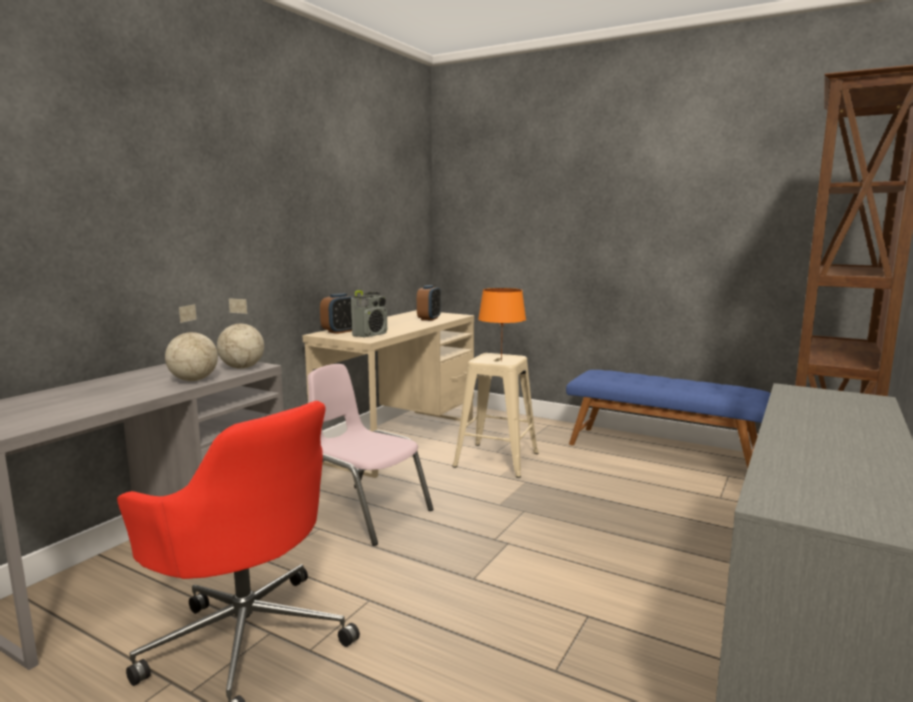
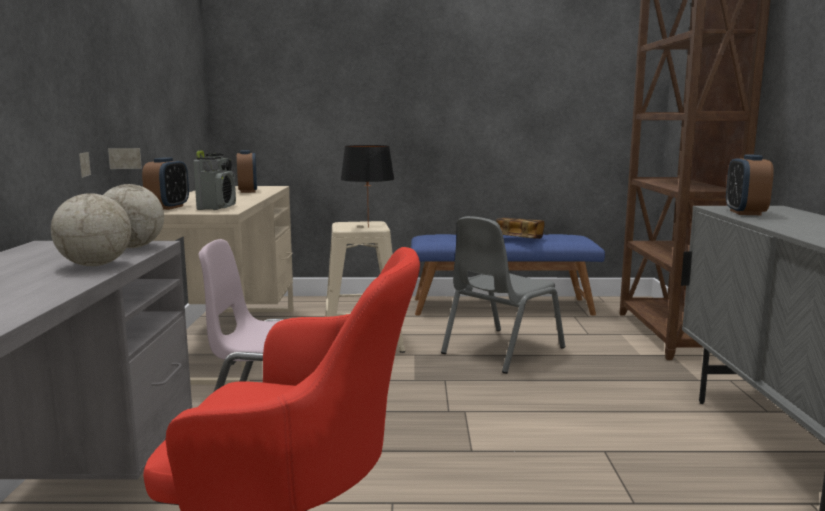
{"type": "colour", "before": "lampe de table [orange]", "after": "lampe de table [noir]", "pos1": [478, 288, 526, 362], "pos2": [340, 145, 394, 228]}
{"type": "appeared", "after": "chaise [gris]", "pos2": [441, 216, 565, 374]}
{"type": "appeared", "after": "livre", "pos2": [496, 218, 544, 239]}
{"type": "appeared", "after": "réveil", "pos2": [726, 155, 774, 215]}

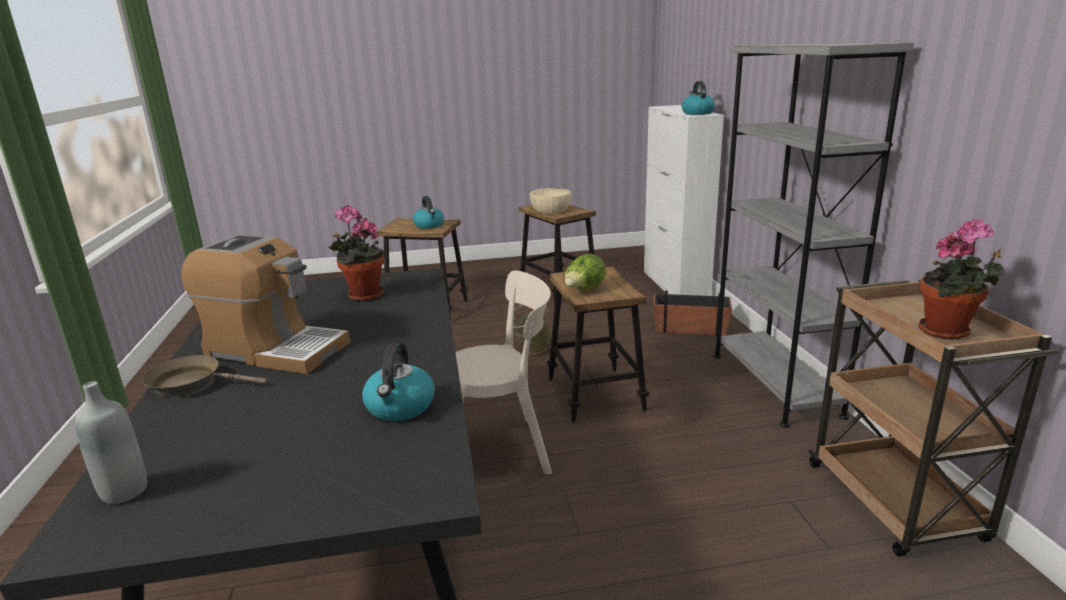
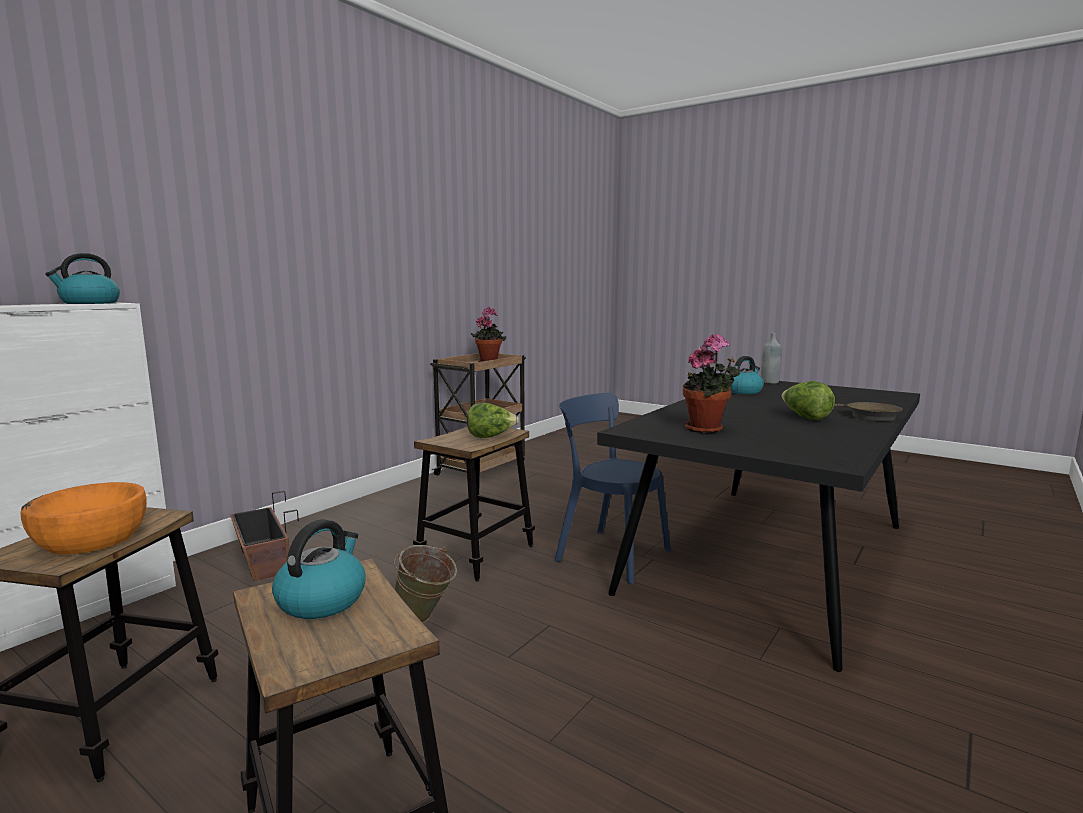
{"type": "relocated", "before": "bouteille [gris]", "pos1": [75, 381, 147, 504], "pos2": [761, 333, 782, 384]}
{"type": "exchanged", "before": "machine à café", "after": "laitue", "pos1": [182, 234, 350, 374], "pos2": [781, 381, 835, 420]}
{"type": "colour", "before": "chaise [beige]", "after": "chaise [bleu]", "pos1": [455, 271, 552, 474], "pos2": [554, 393, 671, 584]}
{"type": "colour", "before": "bol [beige]", "after": "bol [orange]", "pos1": [530, 188, 572, 214], "pos2": [21, 482, 147, 554]}
{"type": "missing", "before": "bibliothèque [gris]", "pos1": [713, 43, 914, 428]}

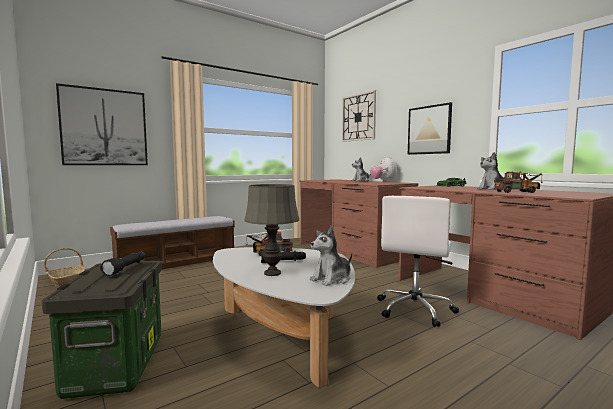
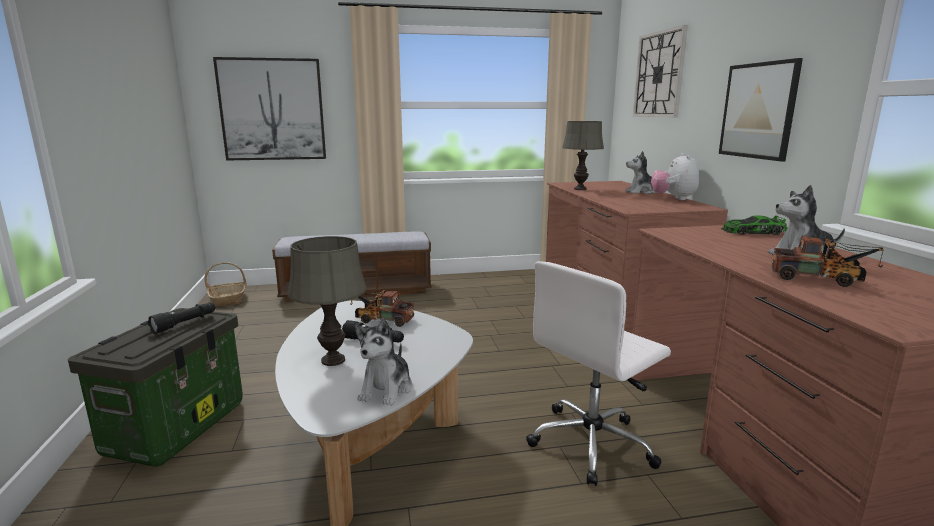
{"type": "spun", "before": "peluche", "pos1": [310, 225, 352, 286], "pos2": [355, 318, 412, 406], "turn": -60}
{"type": "appeared", "after": "lampe de table [gris]", "pos2": [562, 121, 604, 190]}

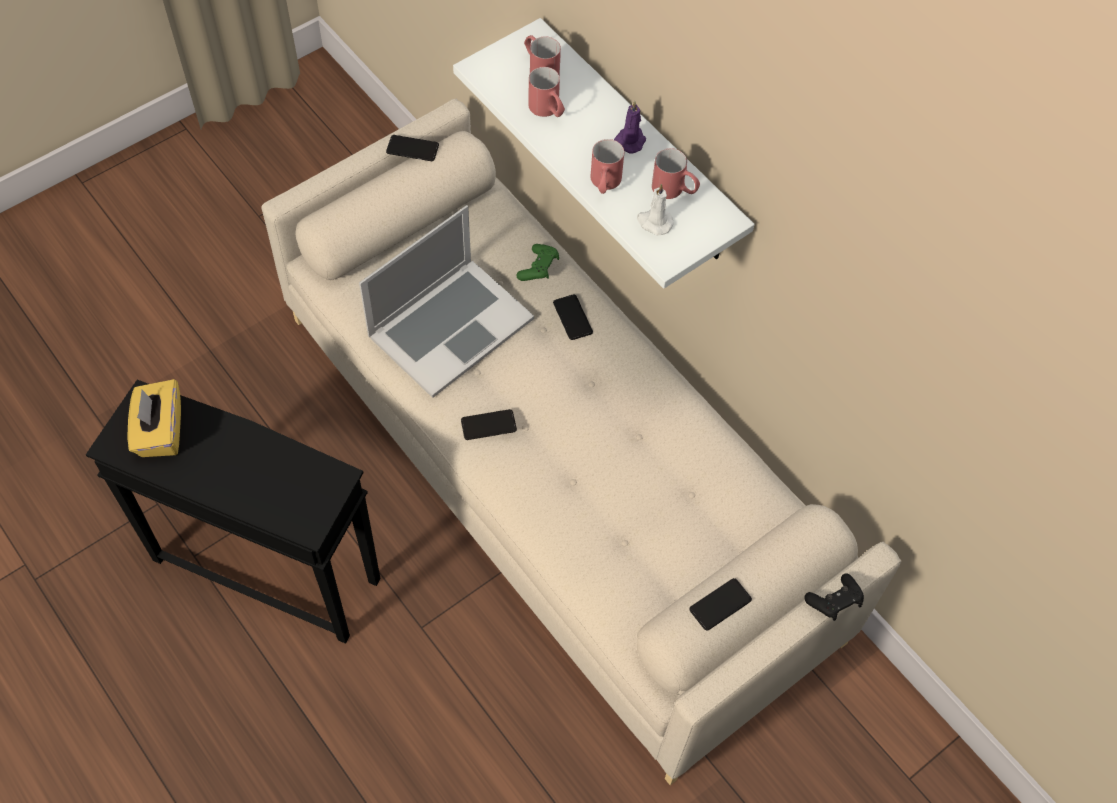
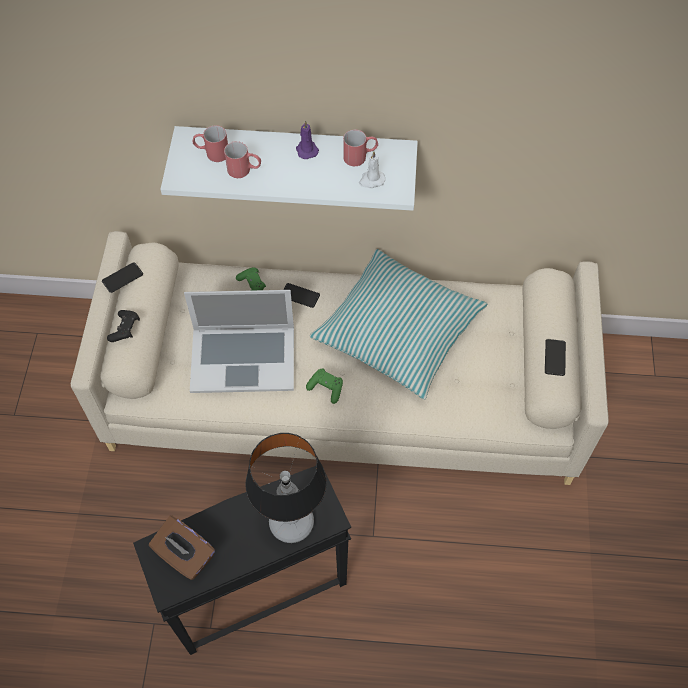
{"type": "colour", "before": "boîte à mouchoirs [jaune]", "after": "boîte à mouchoirs [marron]", "pos1": [128, 379, 181, 457], "pos2": [149, 515, 215, 580]}
{"type": "spun", "before": "ordinateur portable", "pos1": [359, 205, 534, 398], "pos2": [184, 290, 294, 393], "turn": 90}
{"type": "exchanged", "before": "téléphone", "after": "manette [vert]", "pos1": [461, 409, 517, 440], "pos2": [306, 368, 343, 404]}
{"type": "missing", "before": "mug [rouge]", "pos1": [590, 139, 624, 194]}
{"type": "relocated", "before": "manette [noir]", "pos1": [804, 573, 864, 621], "pos2": [107, 310, 140, 342]}
{"type": "appeared", "after": "lampe de table", "pos2": [245, 433, 327, 543]}
{"type": "appeared", "after": "coussin", "pos2": [310, 249, 487, 400]}

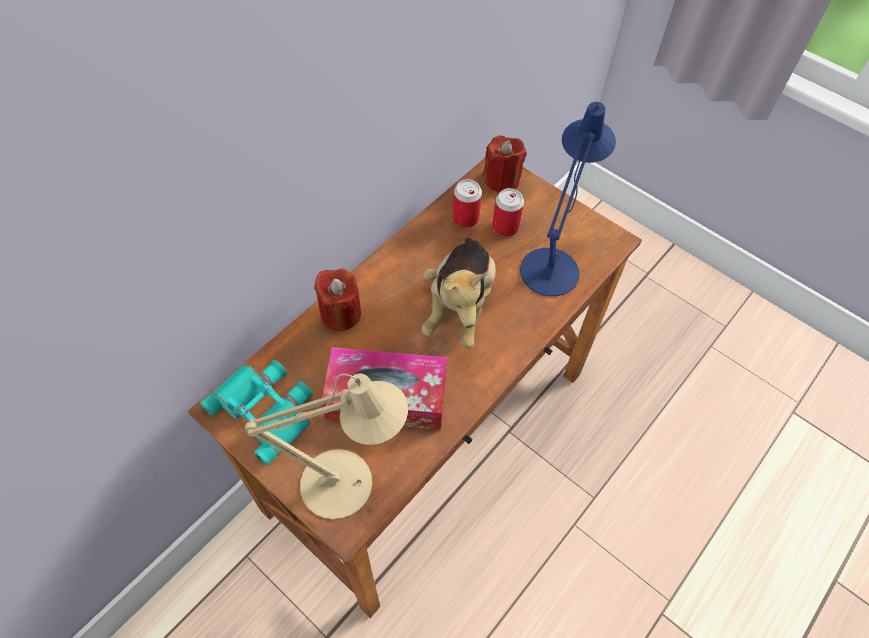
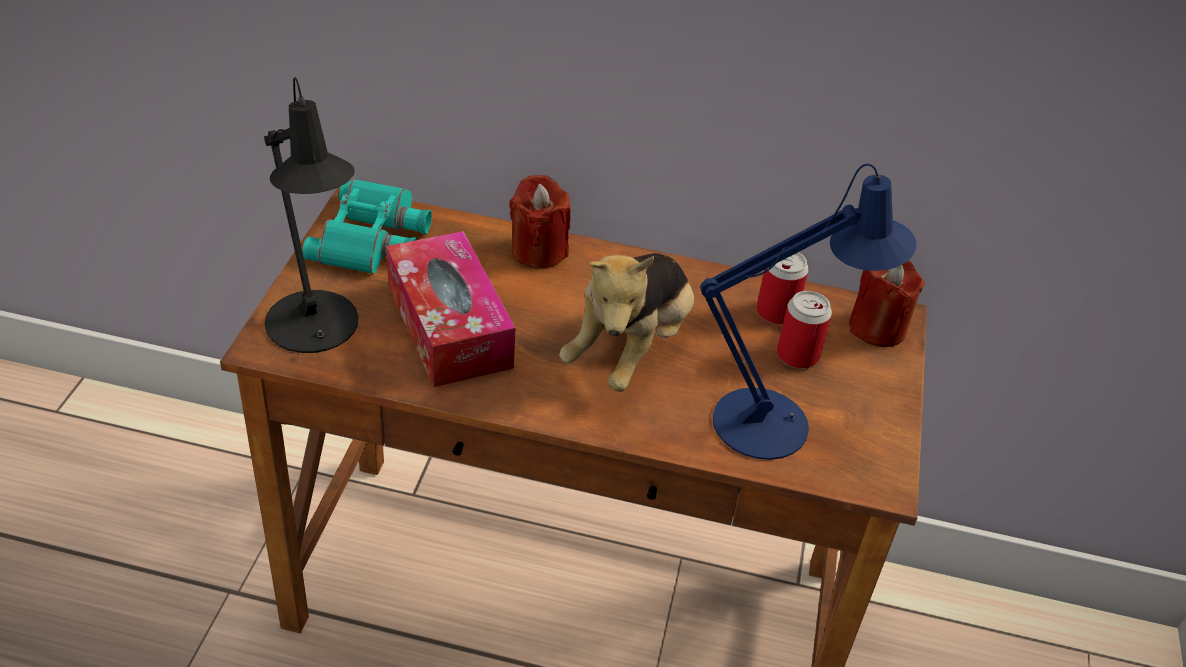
{"type": "colour", "before": "lampe de table [beige]", "after": "lampe de table [noir]", "pos1": [245, 373, 408, 519], "pos2": [264, 77, 359, 353]}
{"type": "spun", "before": "peluche", "pos1": [422, 238, 496, 349], "pos2": [559, 253, 694, 392], "turn": -45}

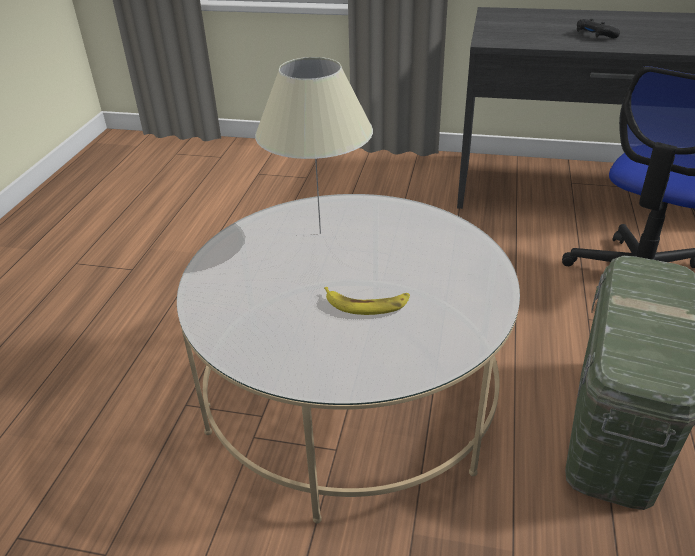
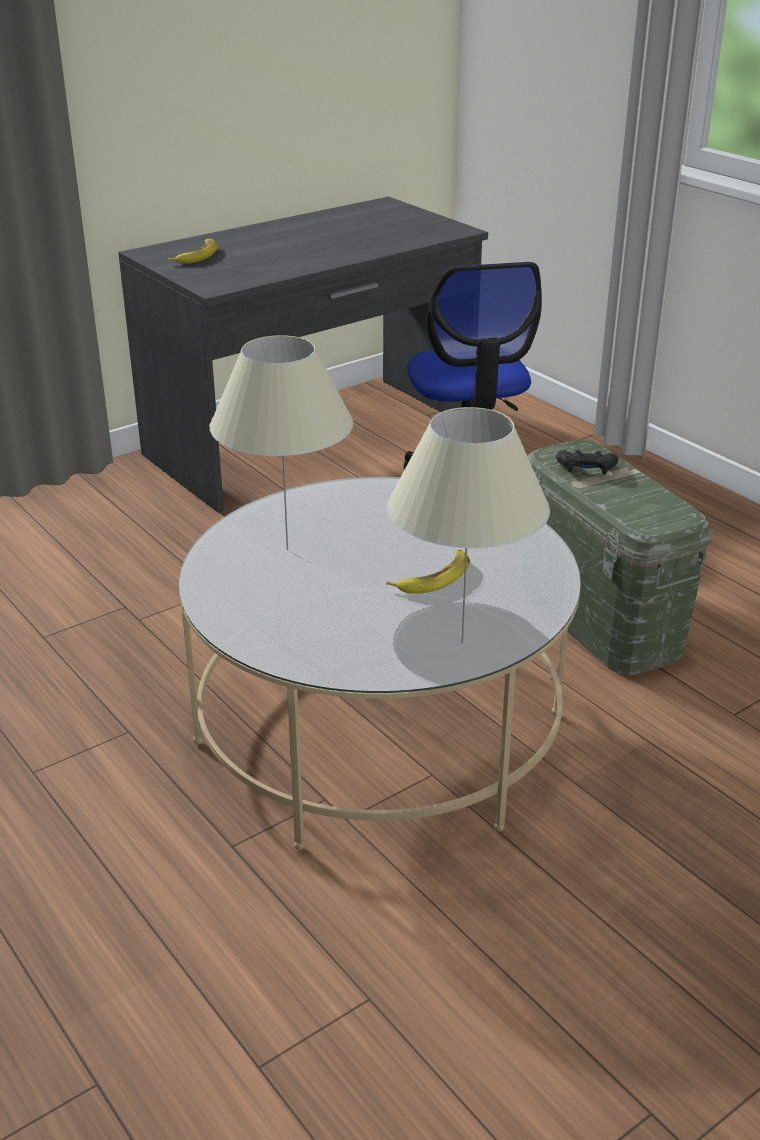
{"type": "relocated", "before": "manette [noir]", "pos1": [577, 19, 620, 38], "pos2": [556, 450, 618, 475]}
{"type": "appeared", "after": "banane", "pos2": [168, 239, 218, 264]}
{"type": "appeared", "after": "lampe de table [beige]", "pos2": [387, 407, 550, 643]}

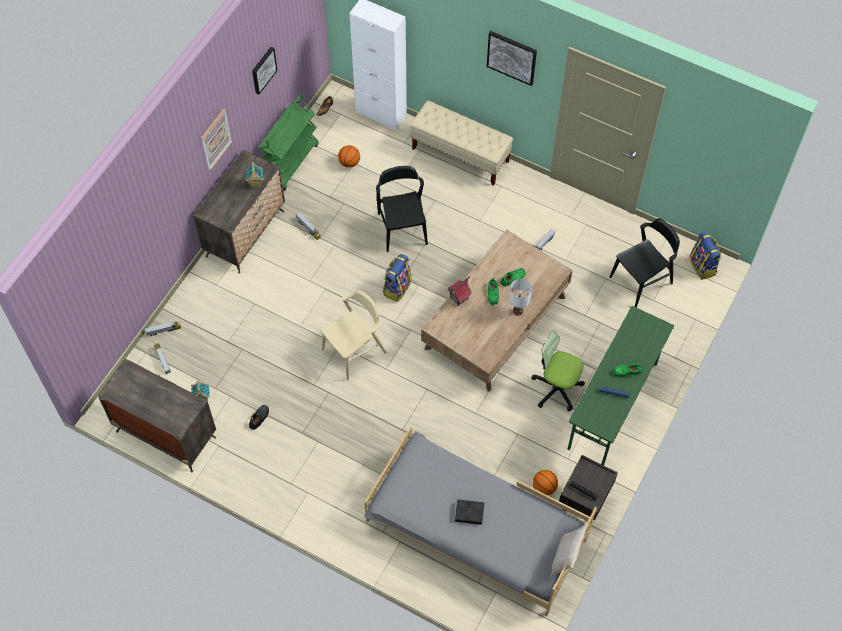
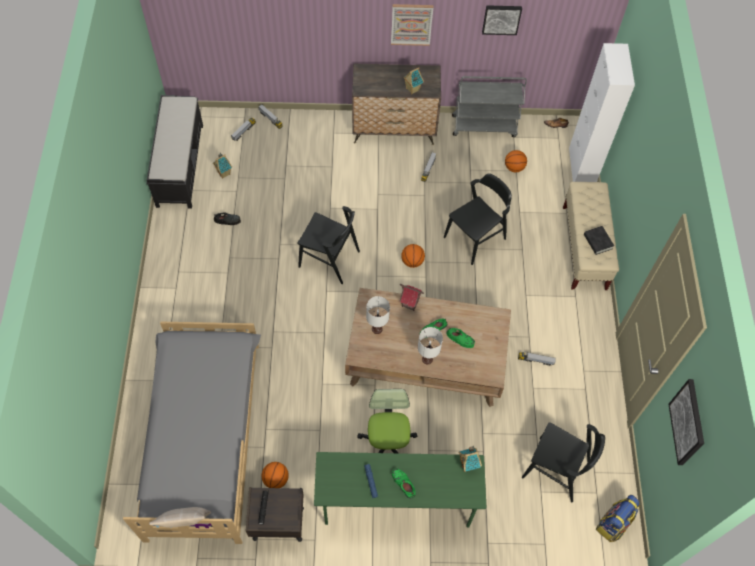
{"type": "exchanged", "before": "commode", "after": "banc [noir]", "pos1": [98, 358, 216, 472], "pos2": [146, 95, 203, 208]}
{"type": "colour", "before": "chariot [vert]", "after": "chariot [gris]", "pos1": [258, 94, 319, 191], "pos2": [452, 76, 527, 137]}
{"type": "colour", "before": "chaise [beige]", "after": "chaise [noir]", "pos1": [321, 290, 387, 380], "pos2": [297, 206, 360, 284]}
{"type": "exchanged", "before": "sac à dos", "after": "ballon de basket", "pos1": [383, 254, 411, 302], "pos2": [401, 244, 425, 268]}
{"type": "relocated", "before": "livre [noir]", "pos1": [455, 499, 484, 525], "pos2": [584, 226, 614, 255]}
{"type": "relocated", "before": "tableau", "pos1": [487, 31, 537, 86], "pos2": [668, 379, 704, 465]}
{"type": "appeared", "after": "lampe de table [blanc]", "pos2": [366, 296, 390, 334]}
{"type": "appeared", "after": "maison miniature", "pos2": [458, 446, 482, 472]}

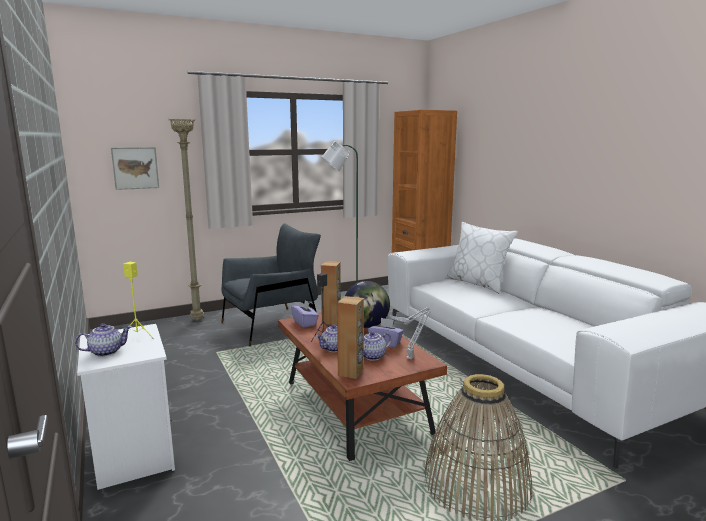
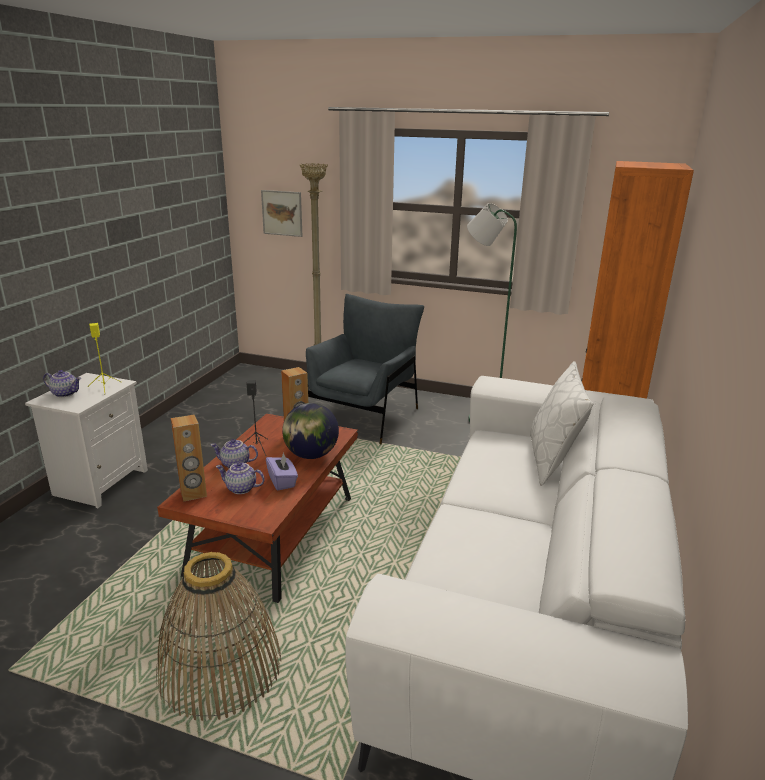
{"type": "spun", "before": "fauteuil [gris]", "pos1": [221, 223, 321, 346], "pos2": [306, 294, 424, 444], "turn": -75}
{"type": "missing", "before": "boîte à mouchoirs [violet]", "pos1": [291, 300, 319, 328]}
{"type": "missing", "before": "lampe de table [gris]", "pos1": [390, 307, 430, 359]}

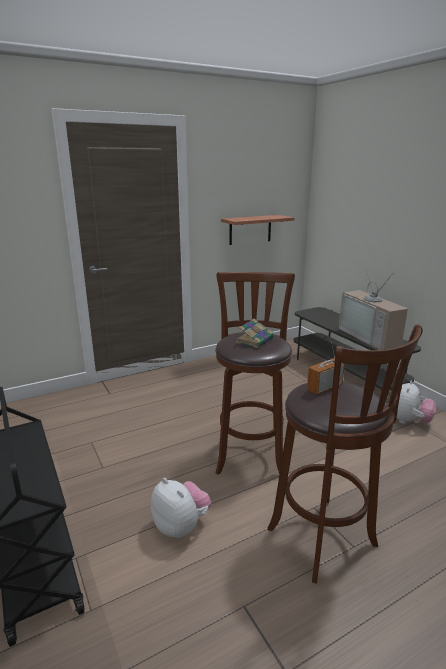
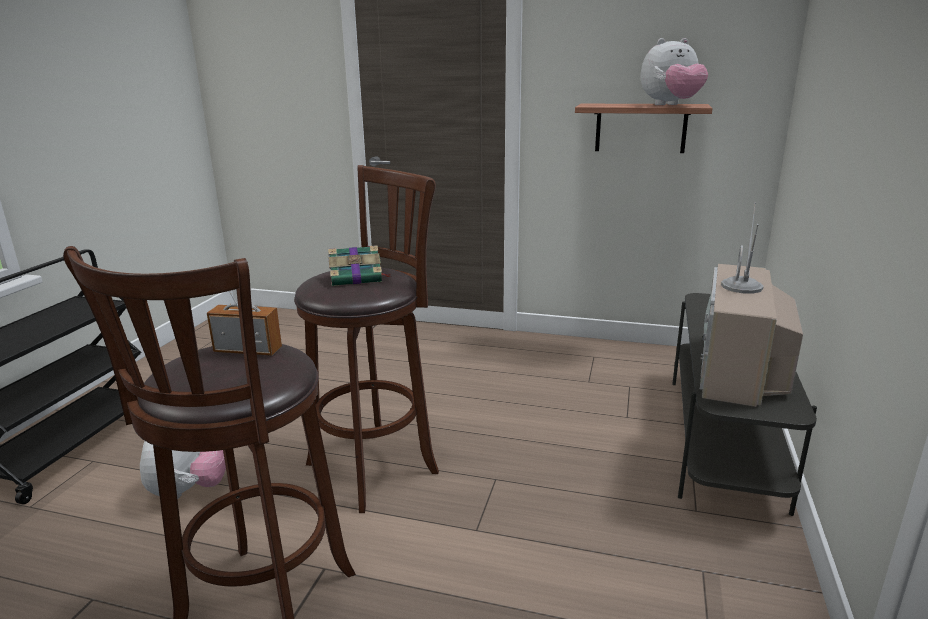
{"type": "relocated", "before": "peluche", "pos1": [396, 381, 436, 424], "pos2": [641, 38, 708, 105]}

